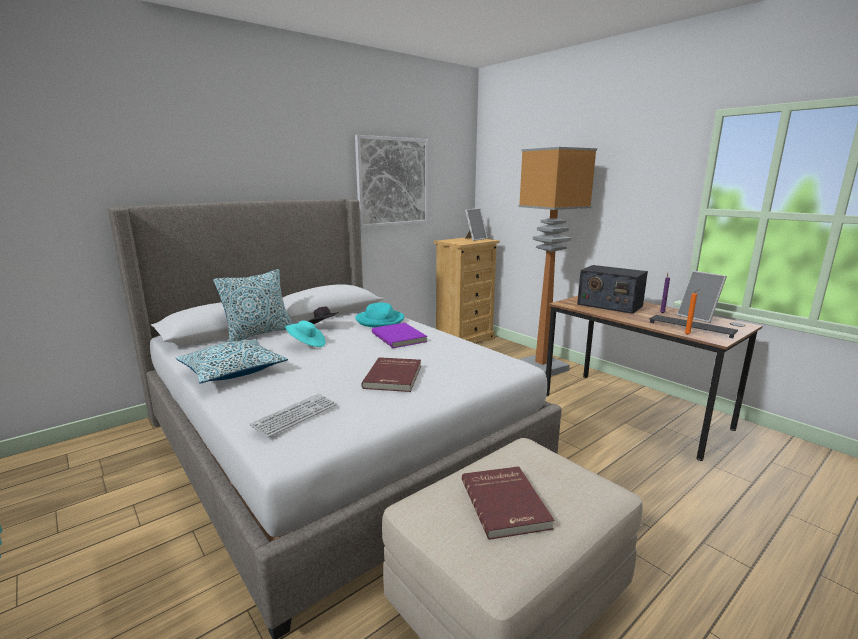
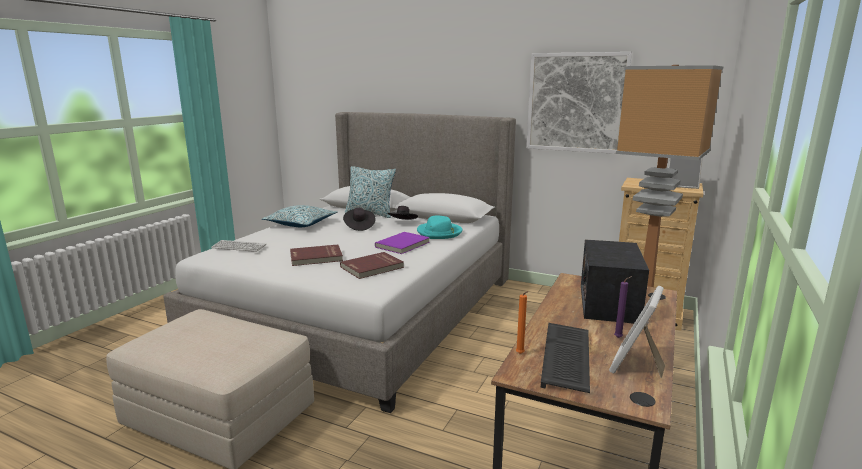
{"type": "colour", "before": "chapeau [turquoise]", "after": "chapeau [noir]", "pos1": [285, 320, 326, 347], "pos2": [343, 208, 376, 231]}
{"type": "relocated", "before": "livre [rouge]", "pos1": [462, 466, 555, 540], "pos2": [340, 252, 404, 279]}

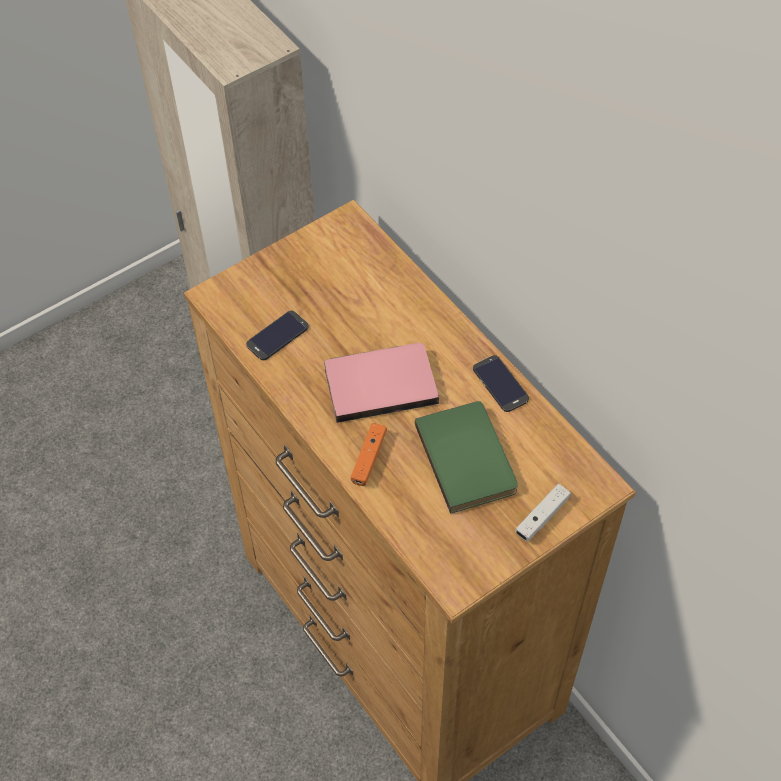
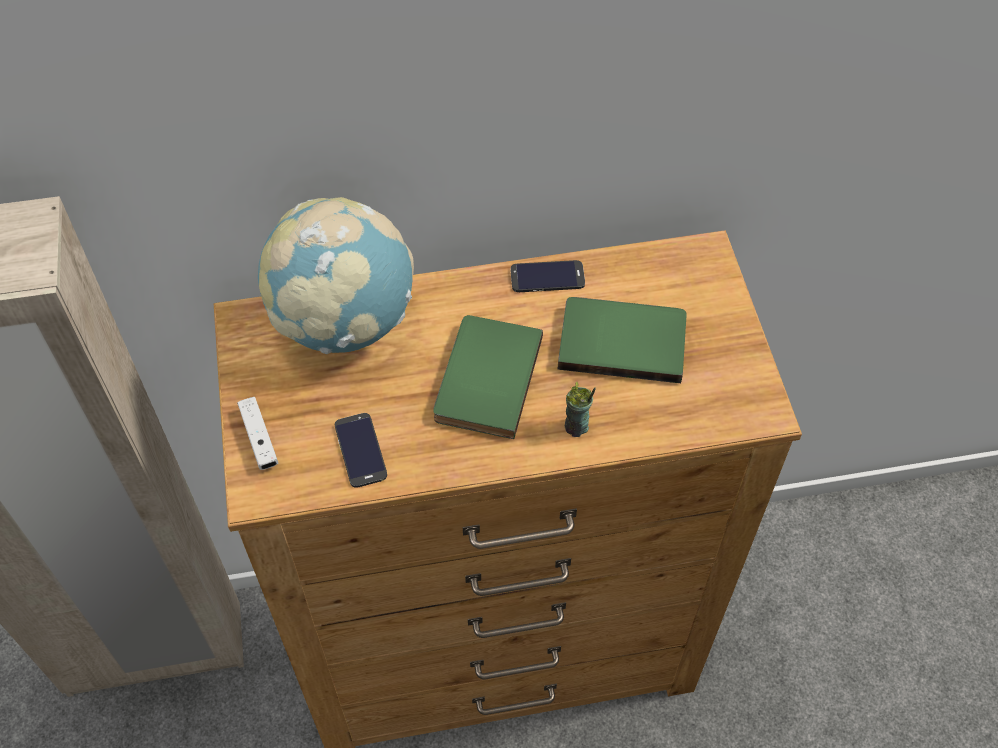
{"type": "colour", "before": "livre [rose]", "after": "livre [vert]", "pos1": [324, 343, 439, 423], "pos2": [433, 315, 543, 439]}
{"type": "exchanged", "before": "manette [orange]", "after": "tasse", "pos1": [351, 423, 387, 486], "pos2": [565, 382, 596, 437]}
{"type": "relocated", "before": "manette [blanc]", "pos1": [515, 484, 571, 541], "pos2": [237, 397, 278, 470]}
{"type": "appeared", "after": "globe", "pos2": [258, 197, 414, 354]}

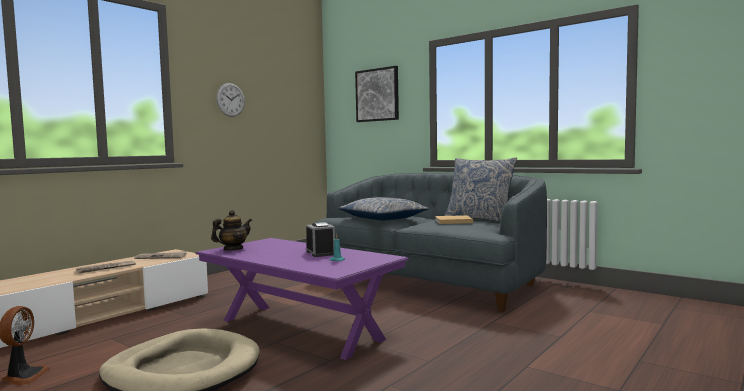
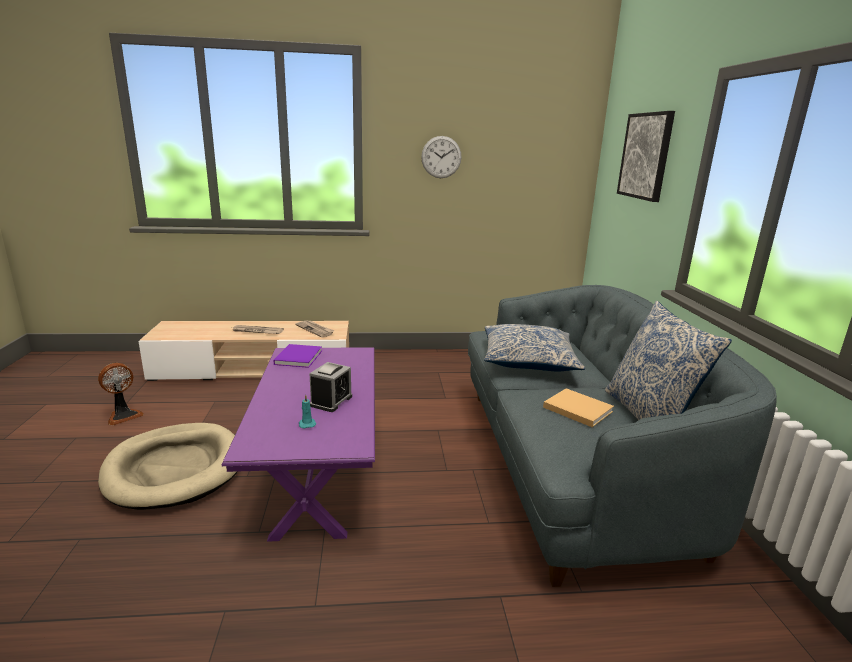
{"type": "exchanged", "before": "théière", "after": "livre [violet]", "pos1": [211, 210, 252, 250], "pos2": [274, 344, 322, 368]}

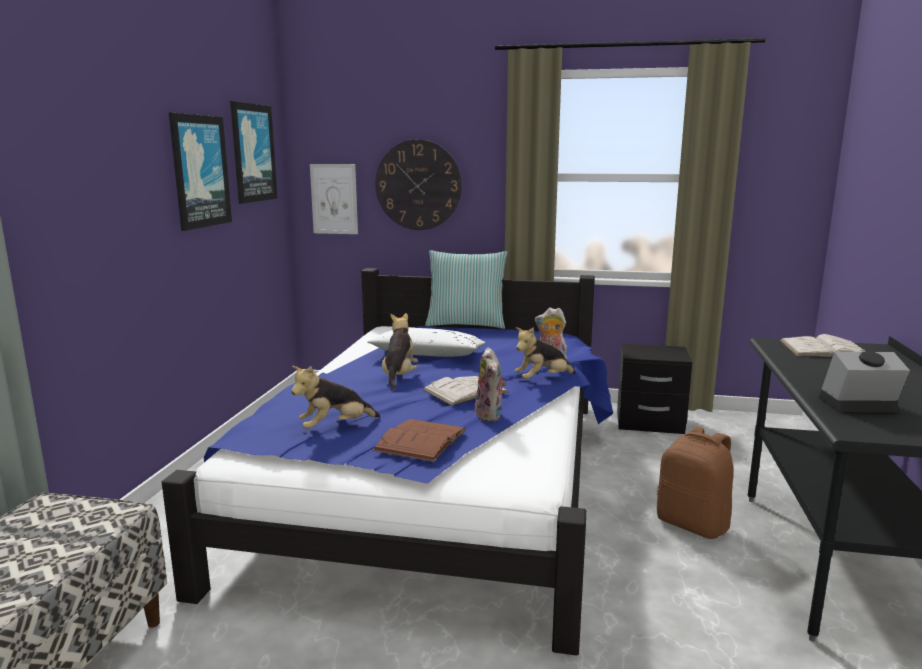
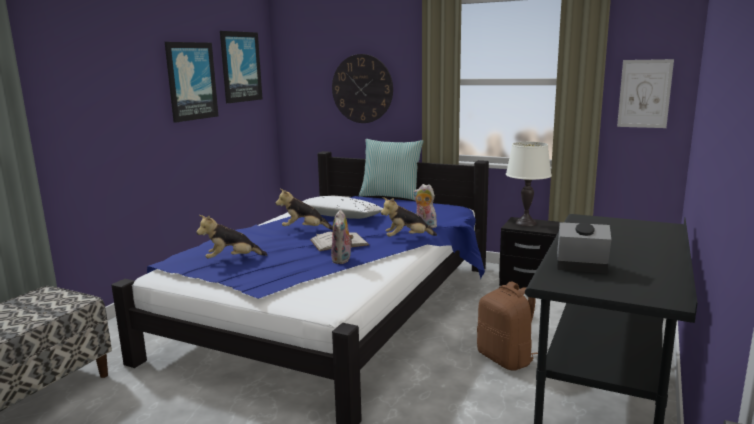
{"type": "relocated", "before": "tableau", "pos1": [310, 164, 358, 234], "pos2": [617, 59, 674, 128]}
{"type": "missing", "before": "livre [marron]", "pos1": [373, 419, 466, 462]}
{"type": "spun", "before": "peluche", "pos1": [382, 313, 418, 390], "pos2": [276, 189, 333, 230], "turn": -105}
{"type": "missing", "before": "livre [blanc]", "pos1": [780, 334, 865, 357]}
{"type": "appeared", "after": "lampe de table [blanc]", "pos2": [506, 142, 552, 226]}

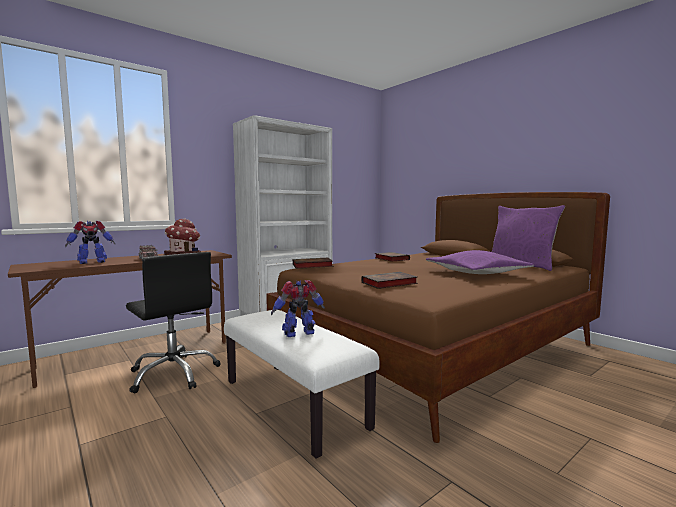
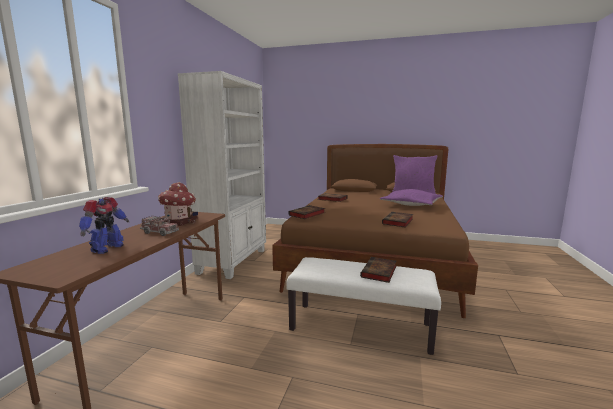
{"type": "missing", "before": "chaise de bureau [noir]", "pos1": [126, 252, 221, 393]}
{"type": "exchanged", "before": "robot jouet", "after": "livre", "pos1": [271, 280, 325, 337], "pos2": [360, 257, 396, 283]}

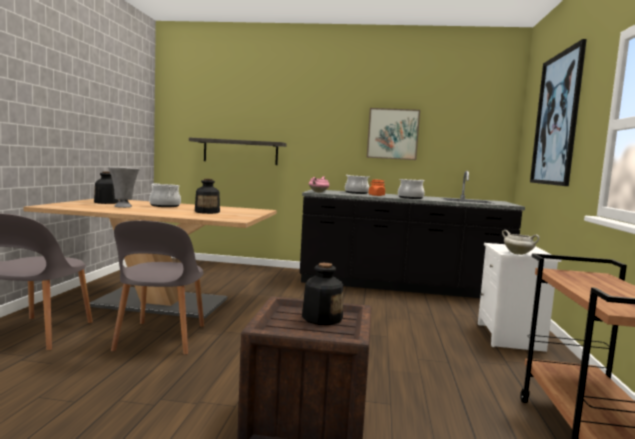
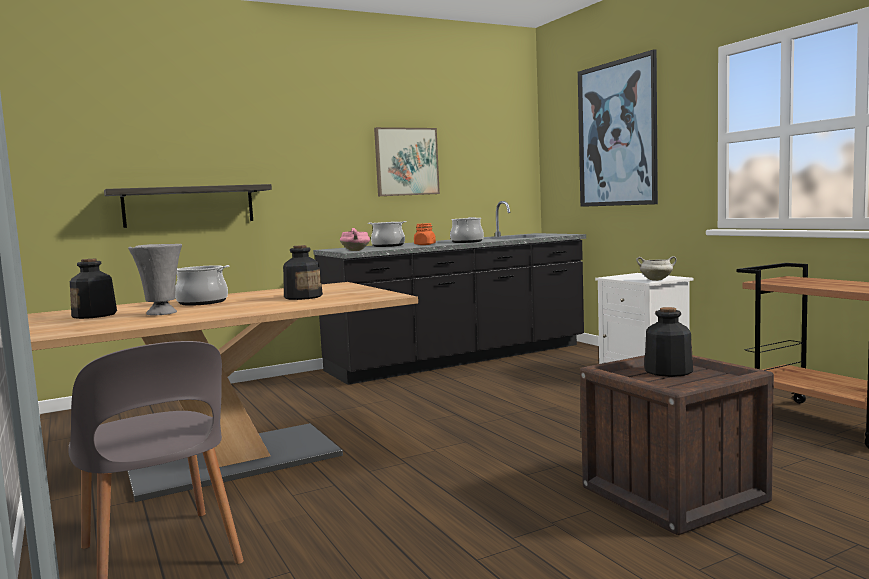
{"type": "missing", "before": "chaise [gris]", "pos1": [111, 220, 204, 355]}

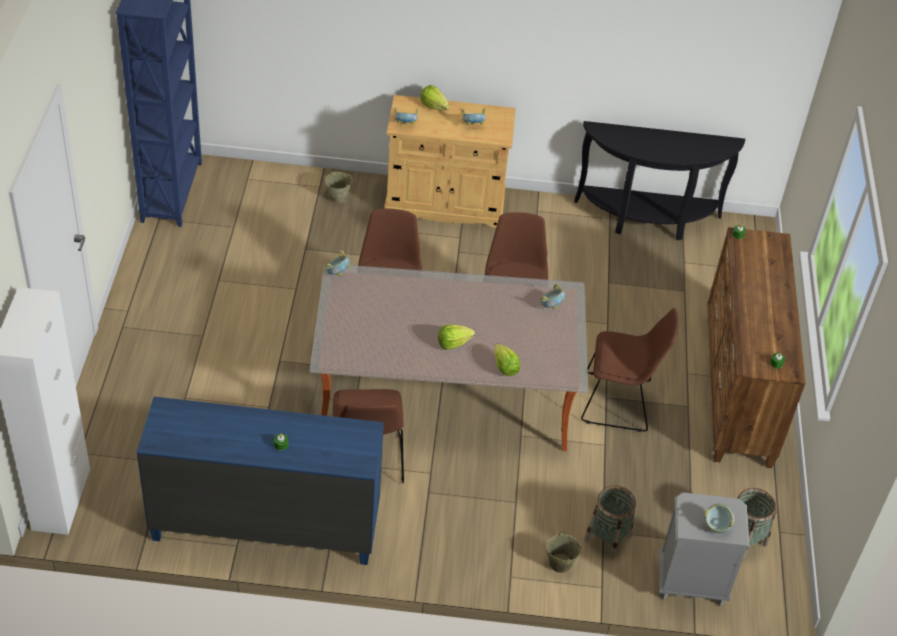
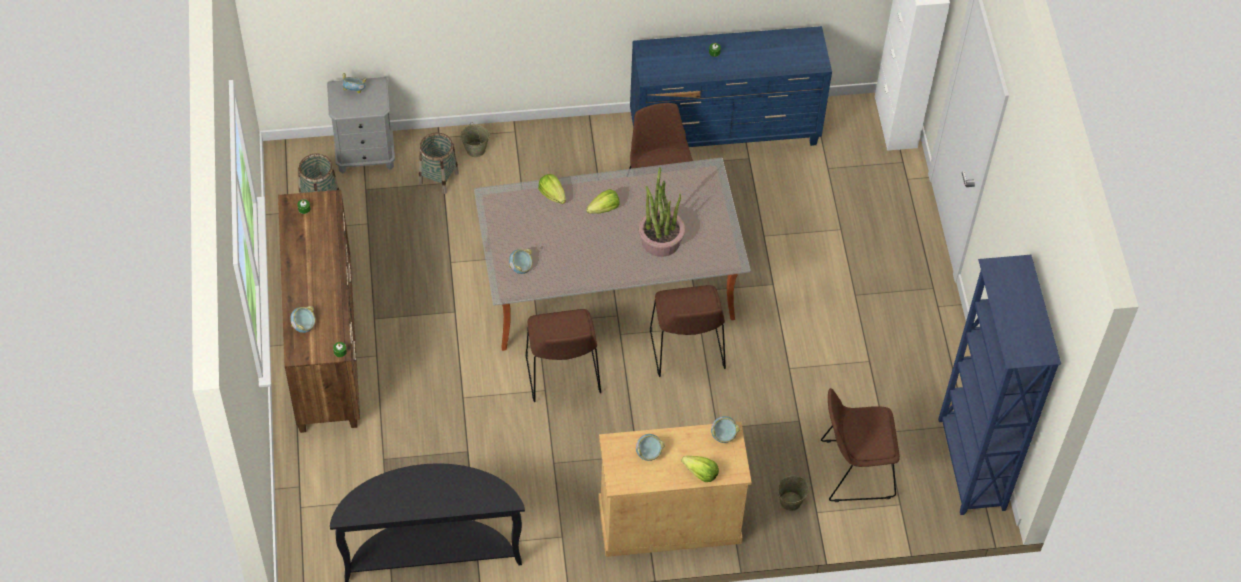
{"type": "relocated", "before": "bol", "pos1": [325, 250, 350, 276], "pos2": [290, 306, 316, 333]}
{"type": "relocated", "before": "chaise [marron]", "pos1": [581, 308, 679, 432], "pos2": [821, 388, 900, 502]}
{"type": "appeared", "after": "plante en pot", "pos2": [638, 167, 685, 257]}

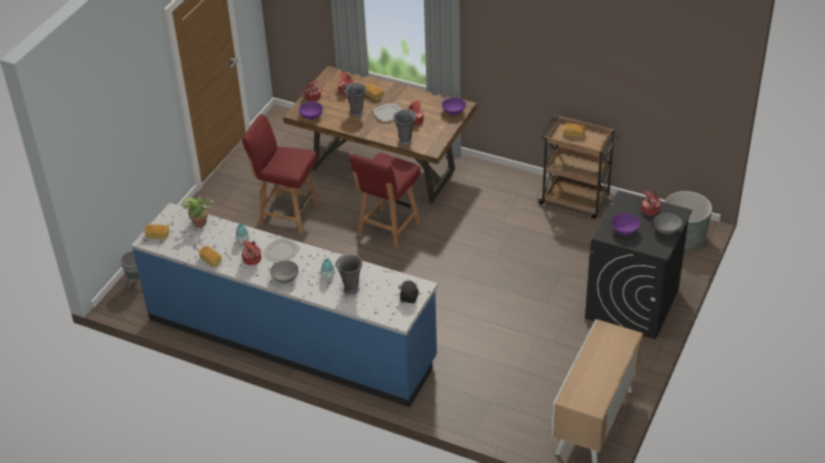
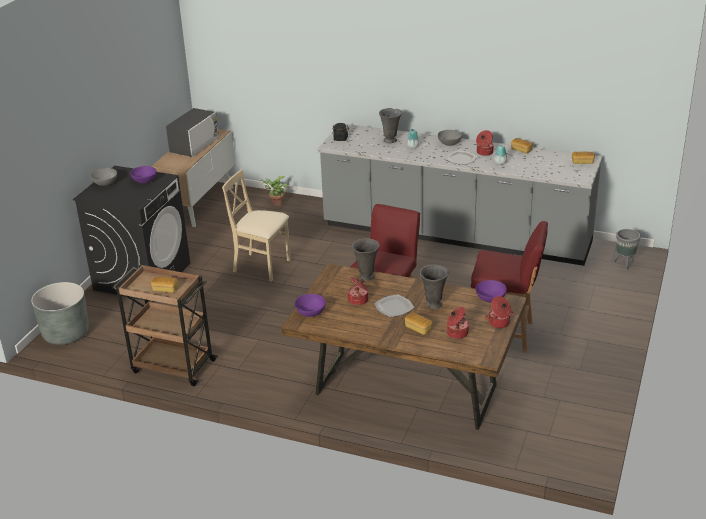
{"type": "colour", "before": "comptoir de cuisine [bleu]", "after": "comptoir de cuisine [gris]", "pos1": [131, 203, 438, 407], "pos2": [318, 124, 603, 266]}
{"type": "relocated", "before": "plante en pot", "pos1": [182, 196, 215, 228], "pos2": [260, 176, 288, 206]}
{"type": "missing", "before": "marmite", "pos1": [641, 191, 661, 216]}
{"type": "appeared", "after": "micro-ondes", "pos2": [166, 108, 219, 157]}
{"type": "appeared", "after": "chaise [beige]", "pos2": [222, 169, 291, 282]}

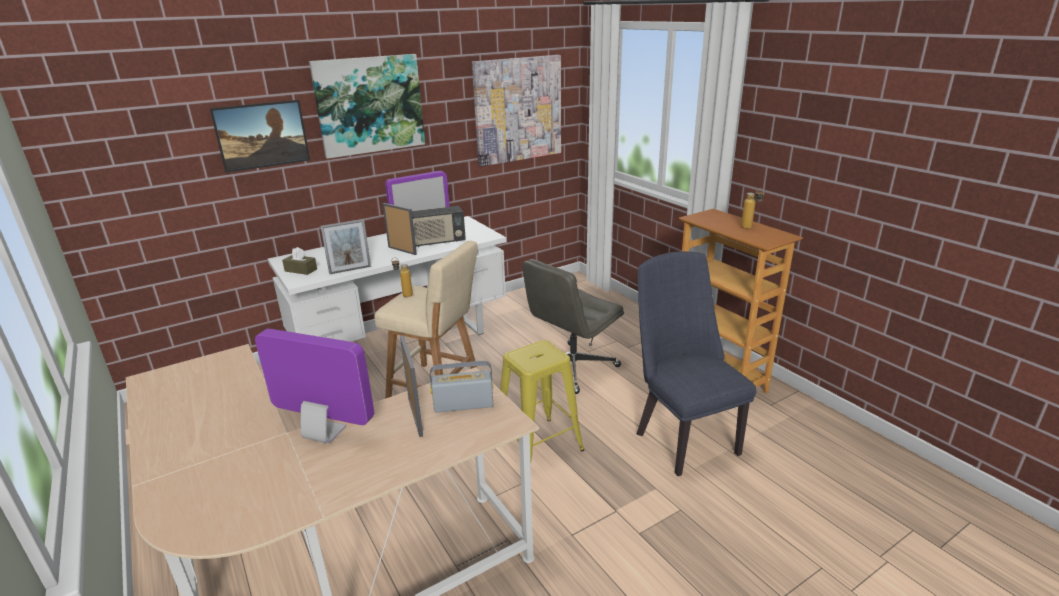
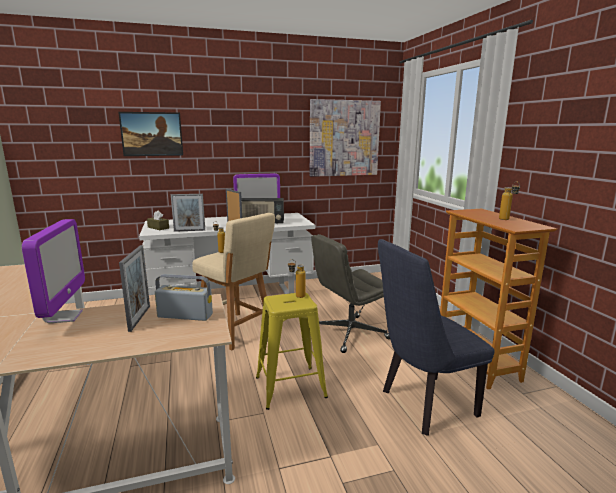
{"type": "spun", "before": "écran d'ordinateur", "pos1": [255, 329, 374, 443], "pos2": [22, 219, 85, 323], "turn": 45}
{"type": "missing", "before": "tableau", "pos1": [309, 54, 425, 159]}
{"type": "spun", "before": "chaise [bleu]", "pos1": [637, 251, 756, 476], "pos2": [378, 239, 494, 436], "turn": -105}
{"type": "appeared", "after": "bouteille", "pos2": [288, 260, 306, 298]}

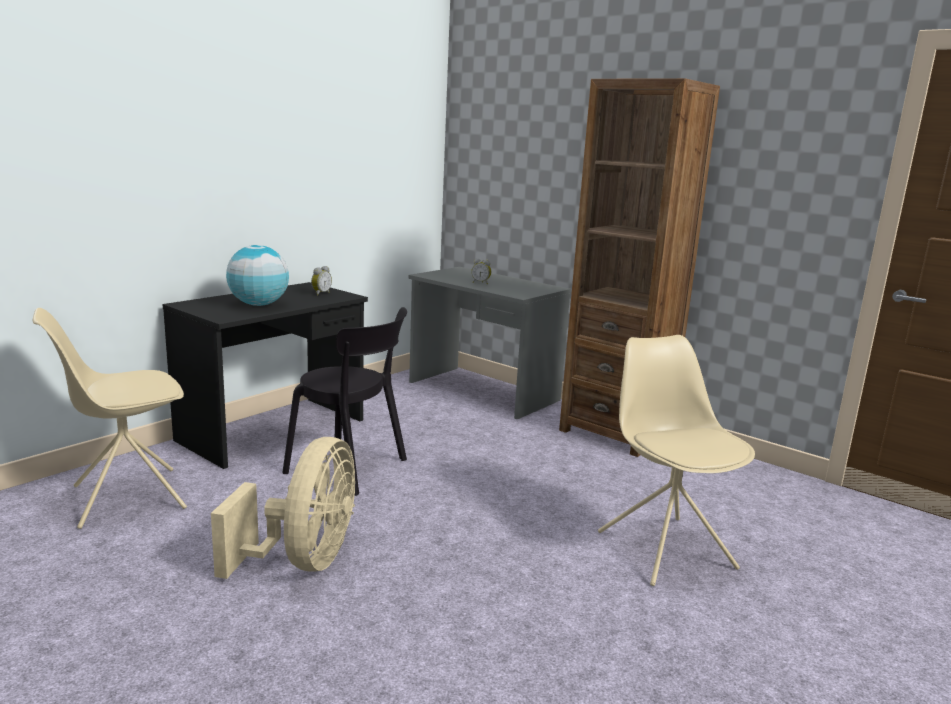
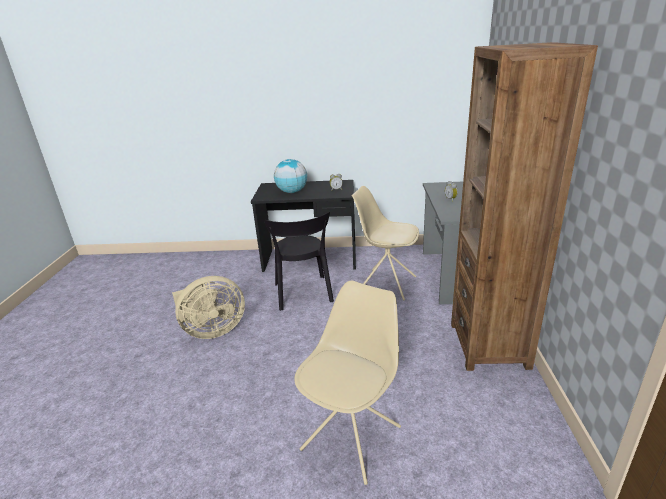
{"type": "relocated", "before": "chaise [beige]", "pos1": [33, 308, 187, 529], "pos2": [352, 186, 419, 301]}

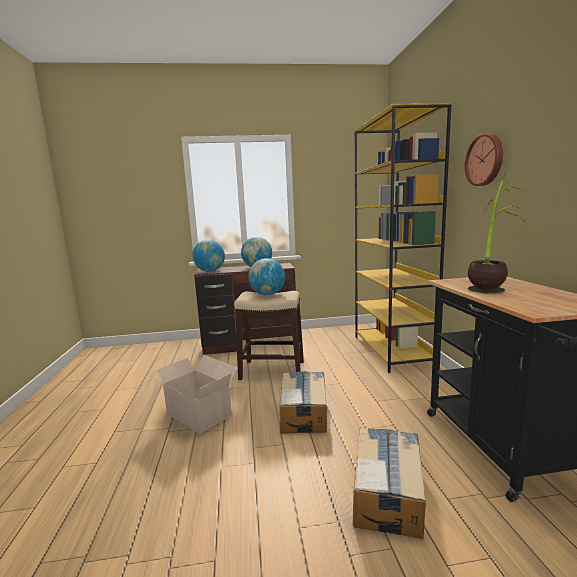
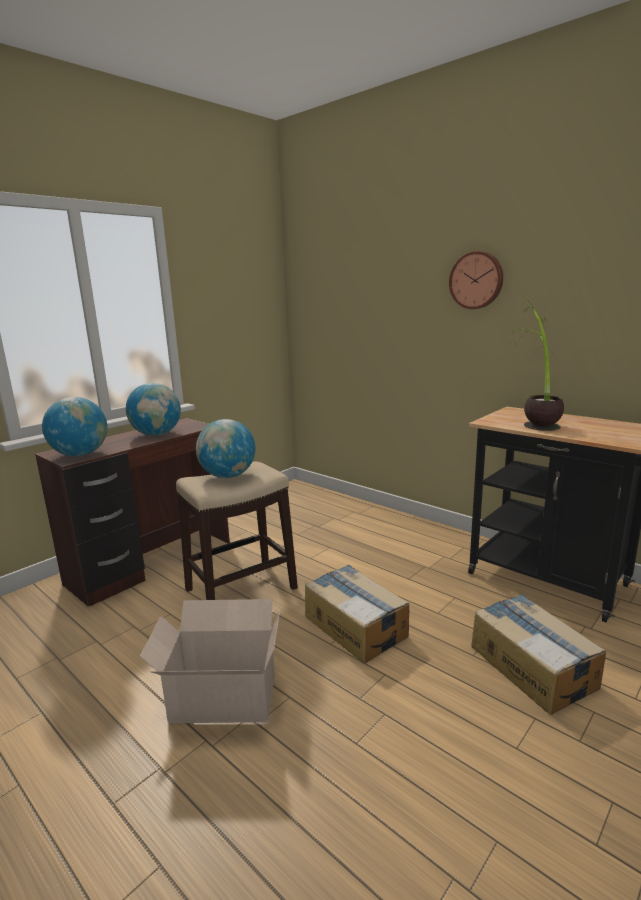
{"type": "missing", "before": "bibliothèque [jaune]", "pos1": [355, 103, 451, 373]}

